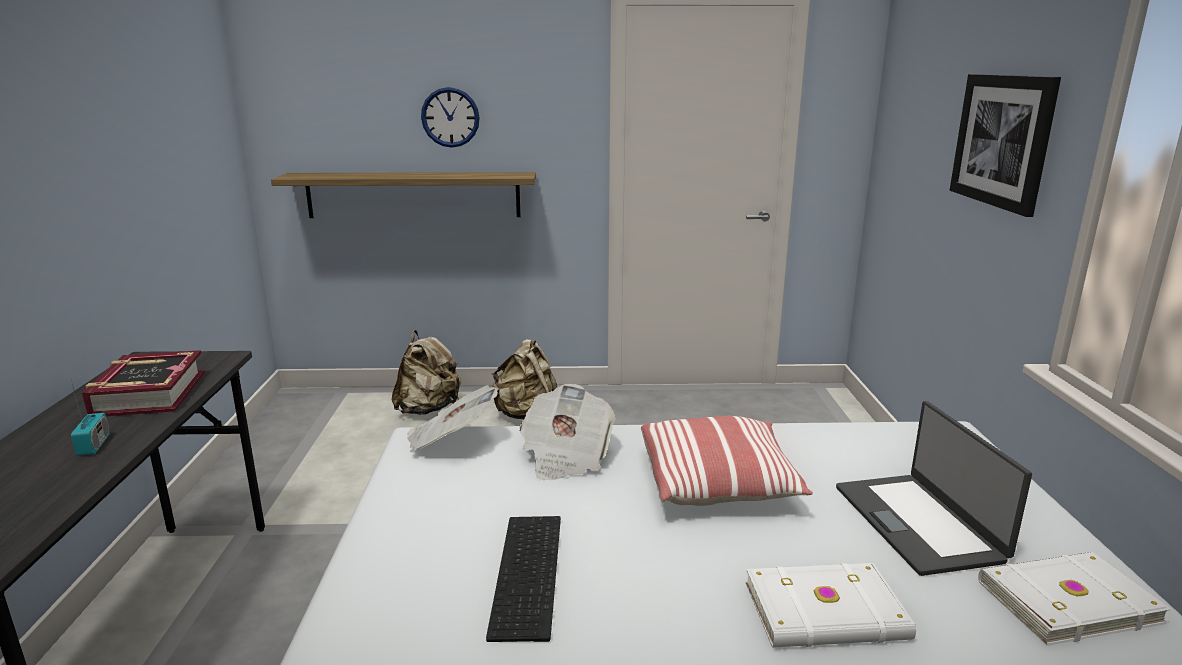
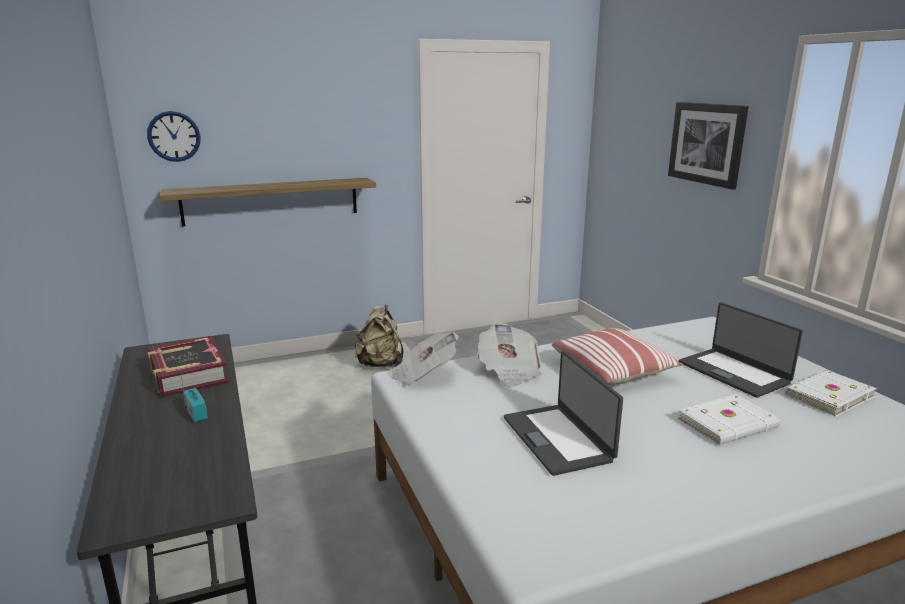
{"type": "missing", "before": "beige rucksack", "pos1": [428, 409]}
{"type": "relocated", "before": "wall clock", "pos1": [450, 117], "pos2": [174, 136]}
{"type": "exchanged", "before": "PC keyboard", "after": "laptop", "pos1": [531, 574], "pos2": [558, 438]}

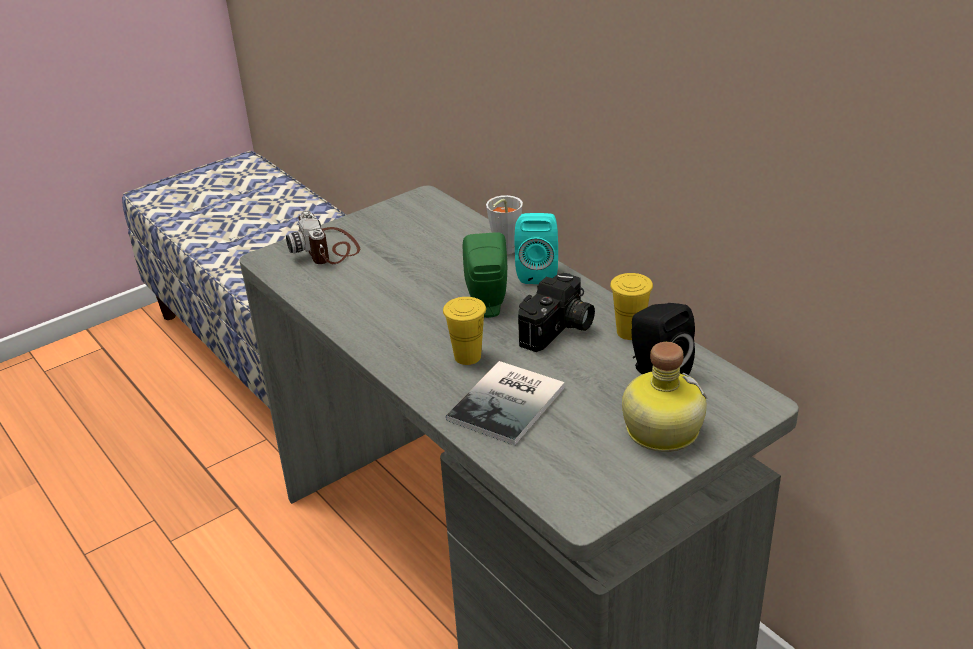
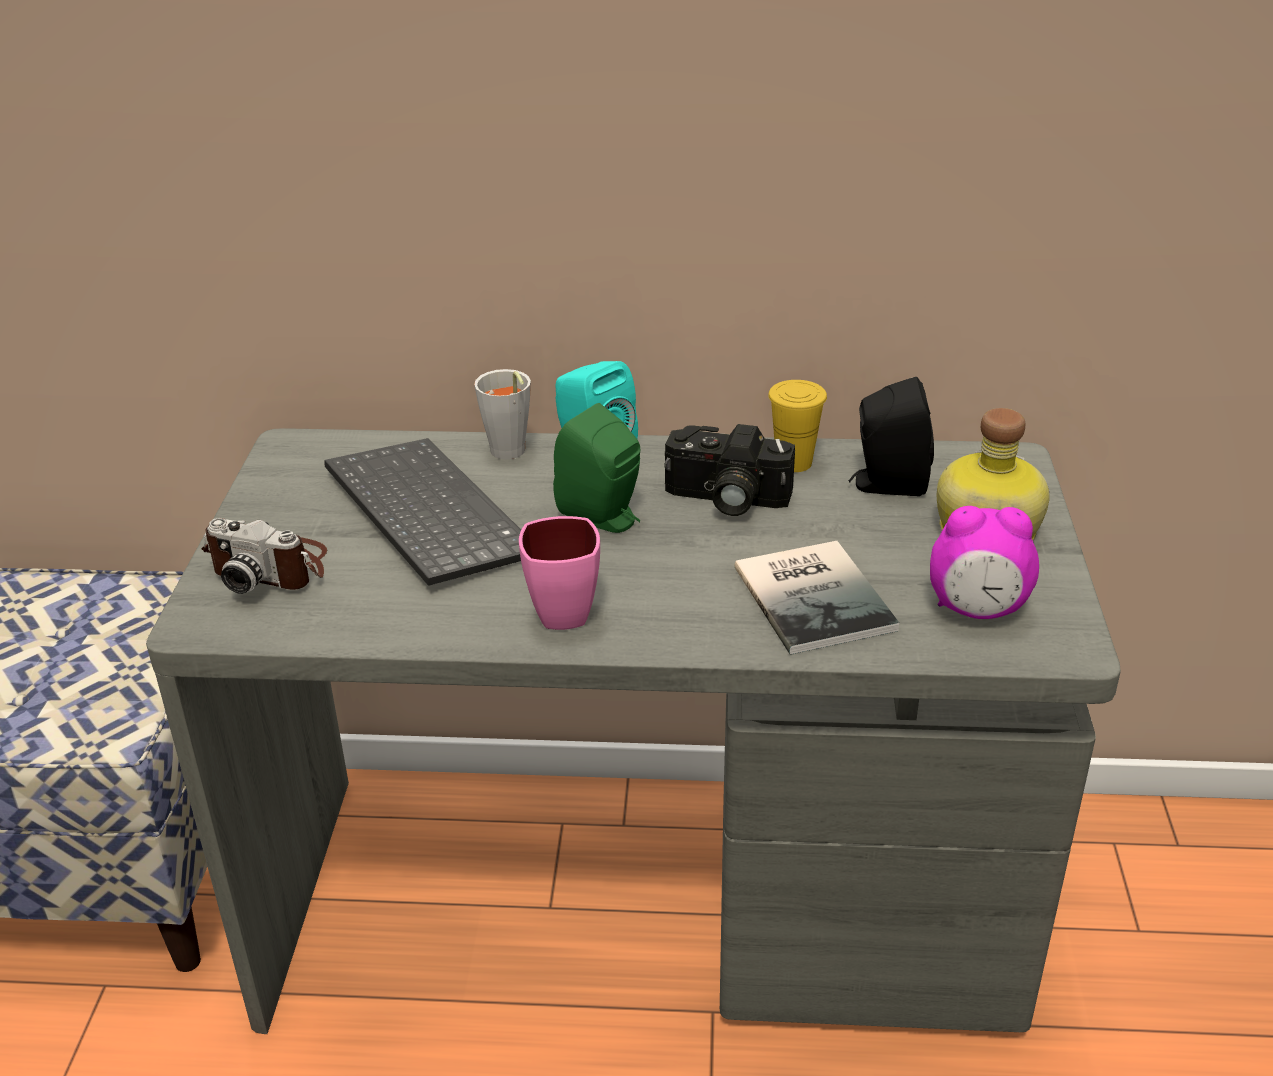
{"type": "missing", "before": "yellow-coloured cup", "pos1": [467, 357]}
{"type": "spun", "before": "still camera", "pos1": [559, 330], "pos2": [725, 499], "turn": 120}
{"type": "appeared", "after": "PC keyboard", "pos2": [422, 514]}
{"type": "appeared", "after": "pink-coloured coffee mug", "pos2": [562, 606]}
{"type": "appeared", "after": "alarm clock", "pos2": [977, 610]}

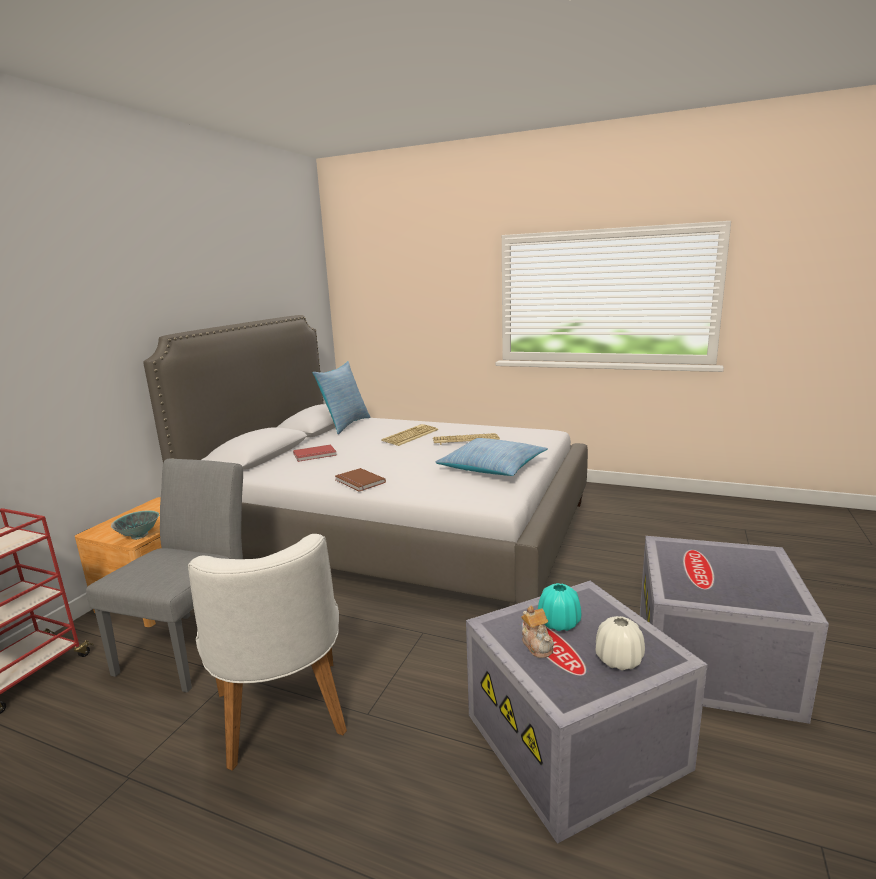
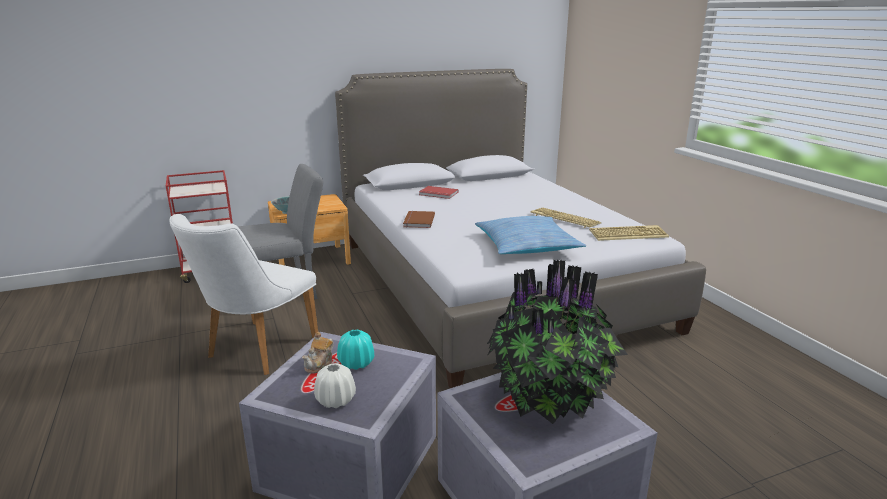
{"type": "missing", "before": "throw pillow", "pos1": [345, 425]}
{"type": "relocated", "before": "PC keyboard", "pos1": [410, 435], "pos2": [628, 234]}
{"type": "appeared", "after": "potted plant", "pos2": [550, 398]}

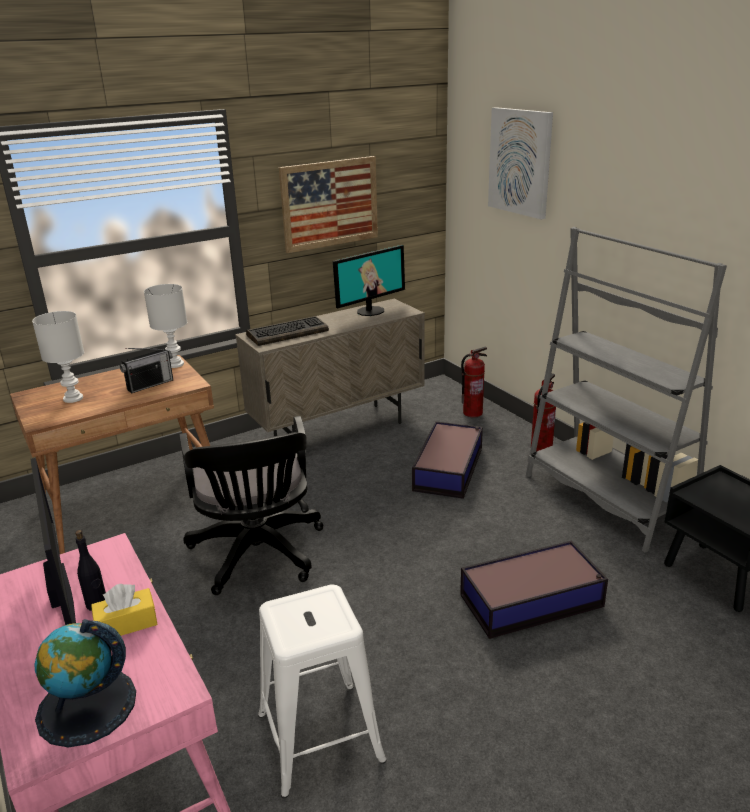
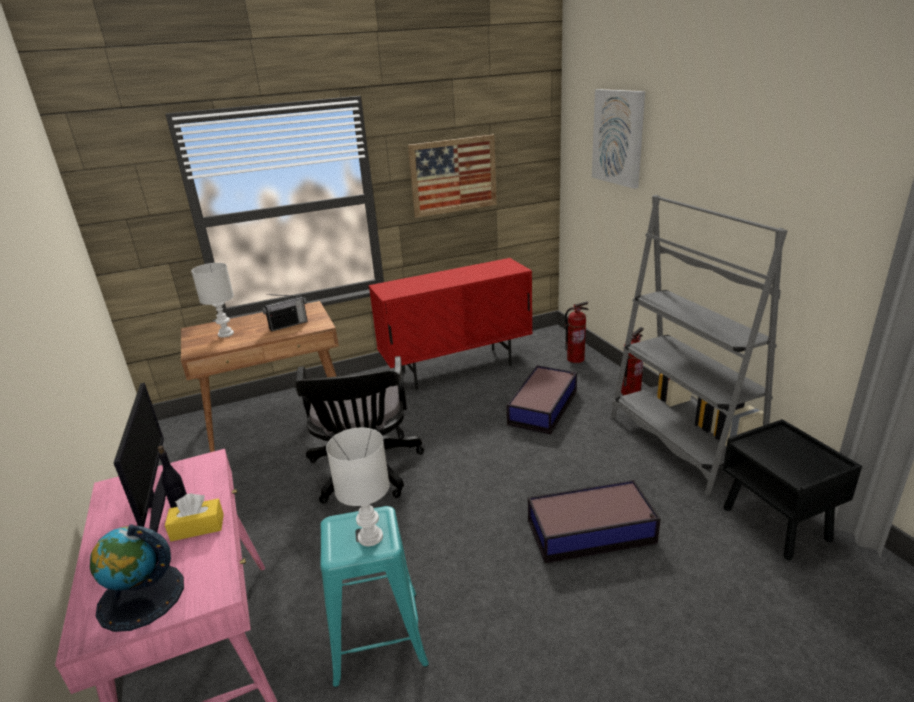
{"type": "relocated", "before": "white-coloured tabletop lamp", "pos1": [174, 364], "pos2": [369, 537]}
{"type": "colour", "before": "beige cupboard", "after": "reddish cupboard", "pos1": [339, 429], "pos2": [457, 368]}
{"type": "missing", "before": "PC keyboard", "pos1": [288, 332]}
{"type": "colour", "before": "white-coloured stool seat", "after": "turquoise stool seat", "pos1": [320, 737], "pos2": [377, 637]}
{"type": "missing", "before": "computer screen", "pos1": [370, 311]}

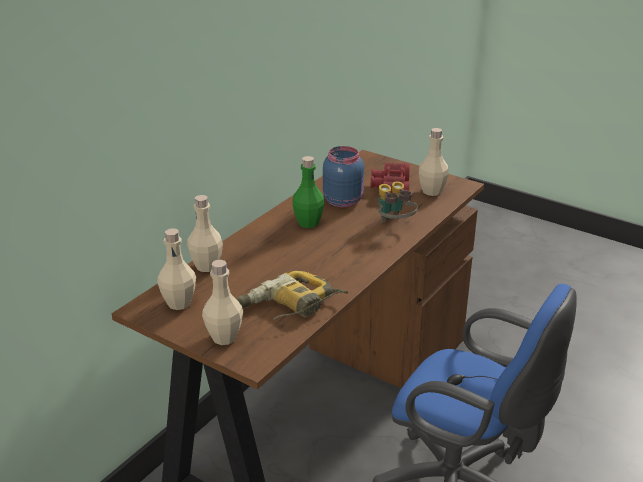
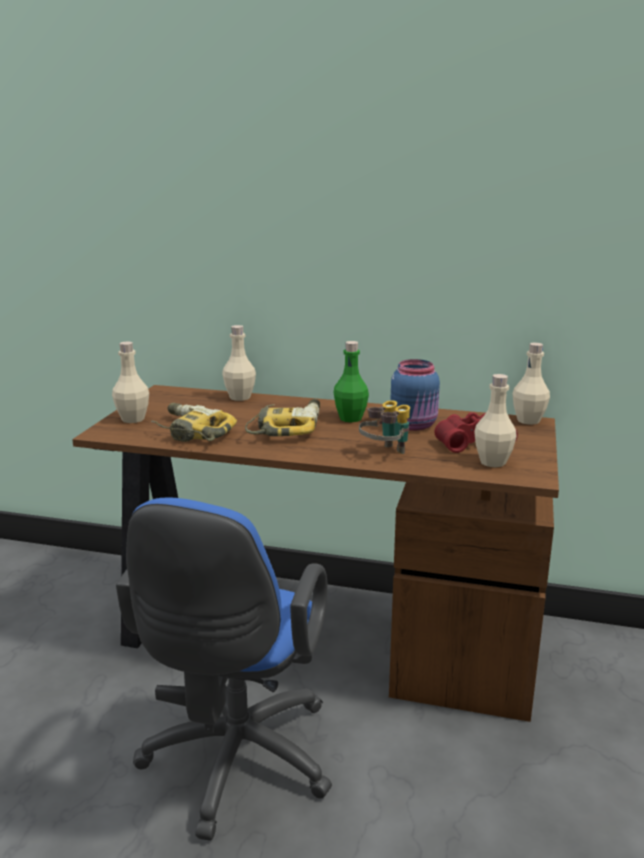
{"type": "relocated", "before": "beige beverage bottle", "pos1": [179, 303], "pos2": [528, 420]}
{"type": "appeared", "after": "power drill", "pos2": [286, 427]}

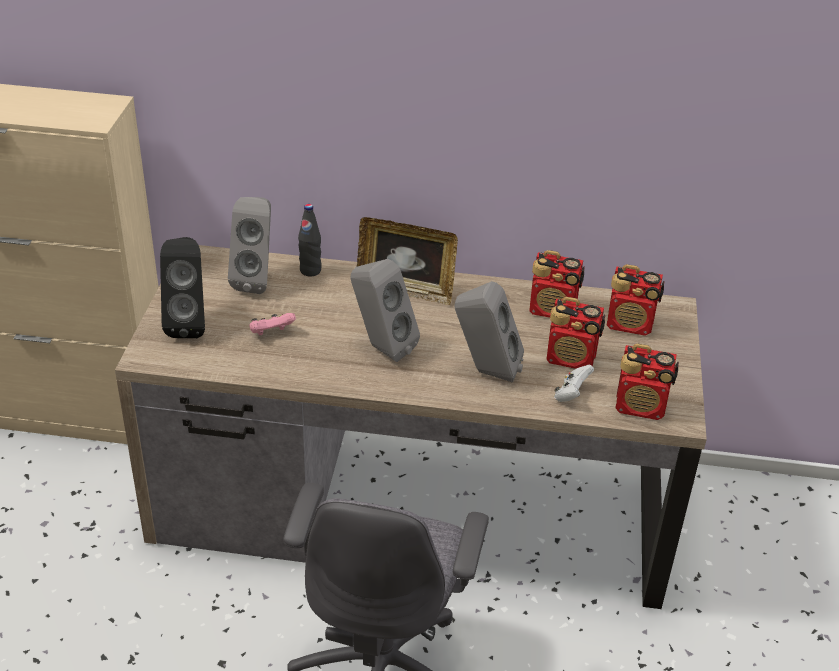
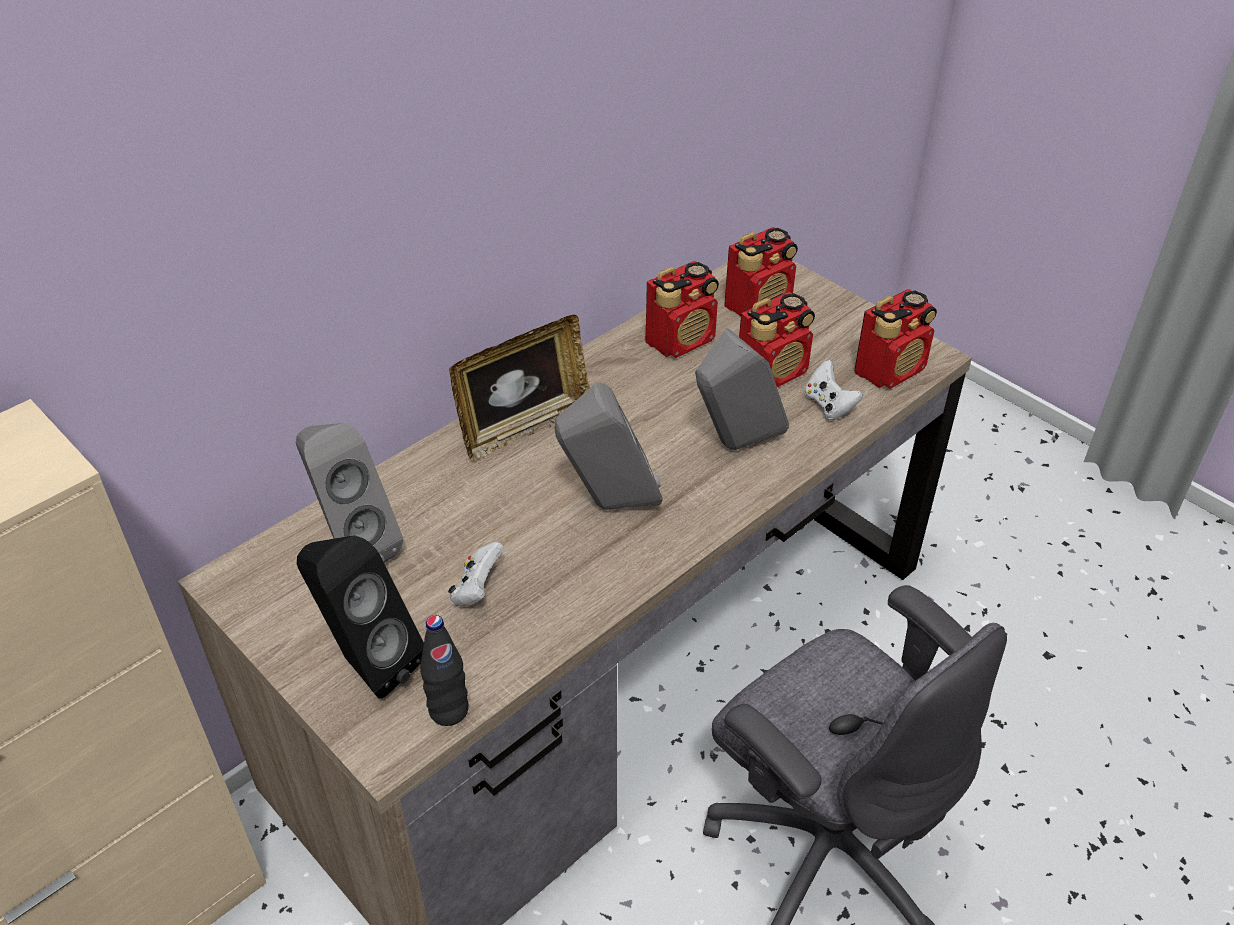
{"type": "colour", "before": "pink-coloured joypad", "after": "white-coloured joypad", "pos1": [271, 333], "pos2": [477, 589]}
{"type": "relocated", "before": "blackish beverage bottle", "pos1": [310, 270], "pos2": [449, 710]}

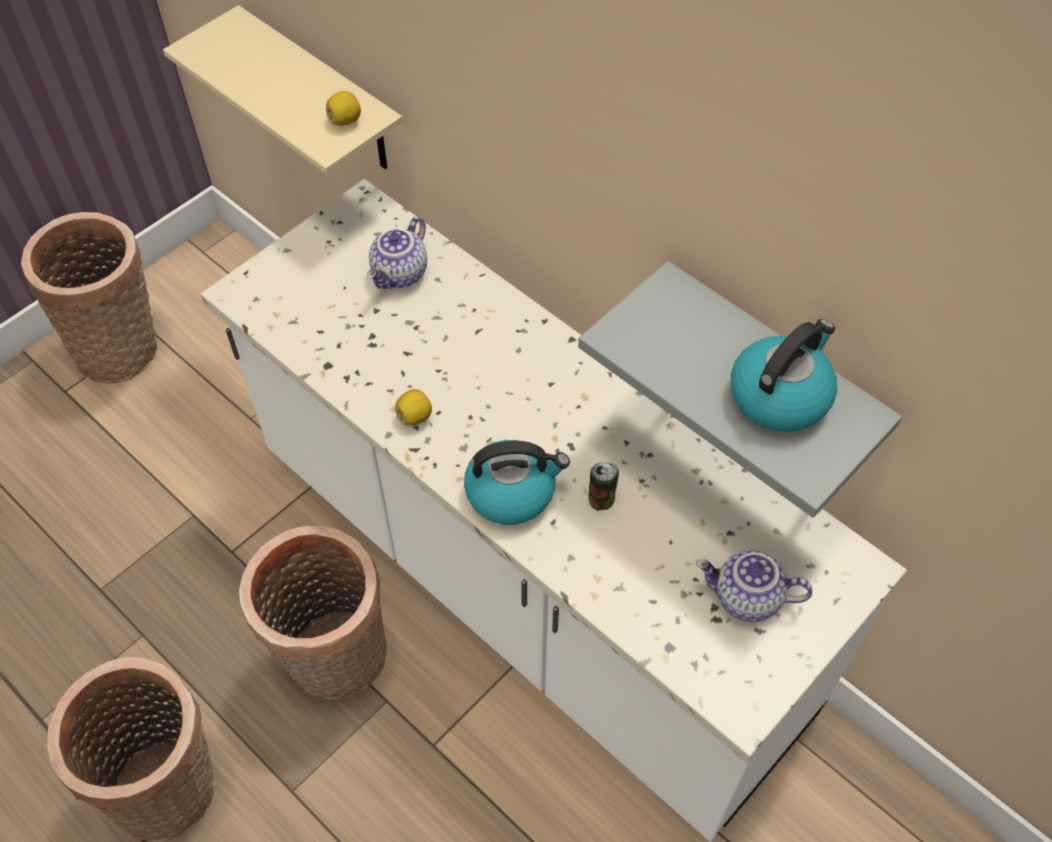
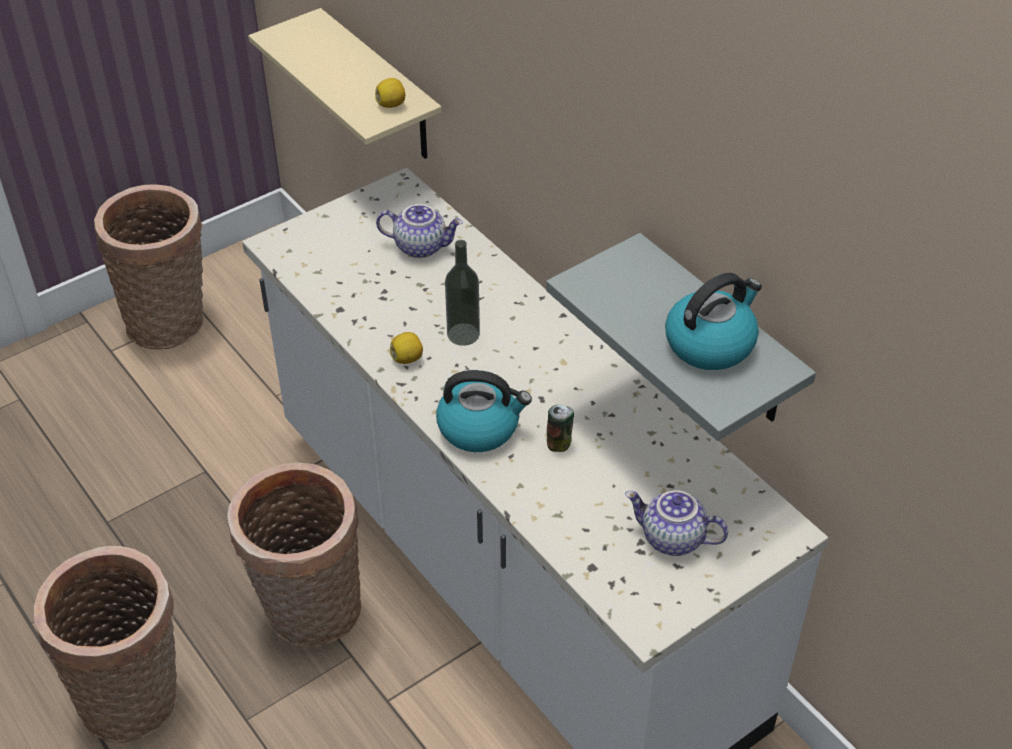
{"type": "spun", "before": "pot for tea", "pos1": [401, 274], "pos2": [421, 246], "turn": -120}
{"type": "appeared", "after": "beverage bottle", "pos2": [463, 334]}

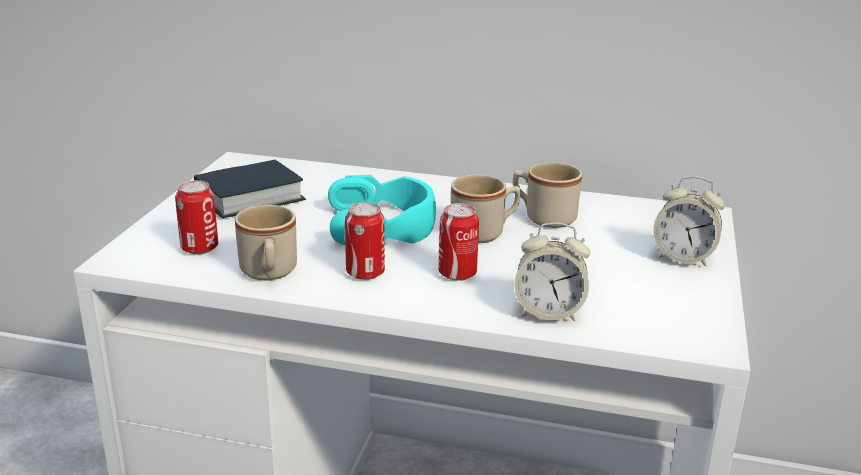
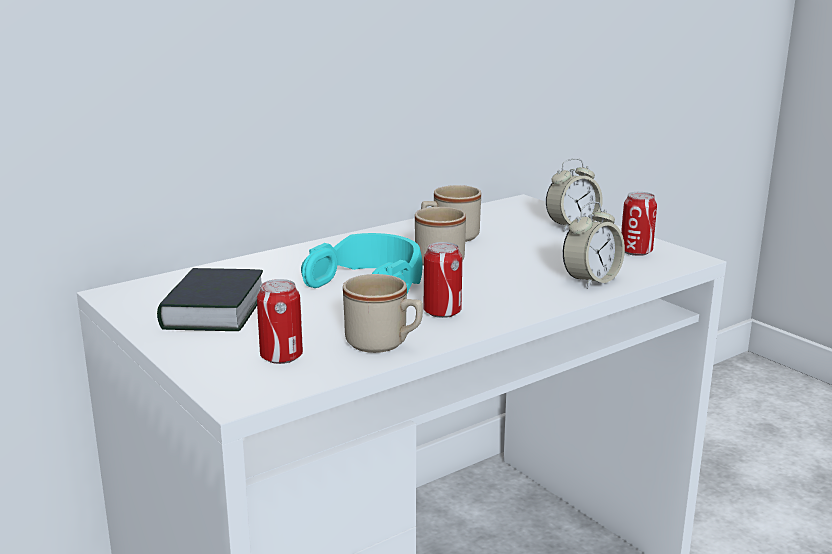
{"type": "relocated", "before": "metal can", "pos1": [457, 273], "pos2": [636, 251]}

